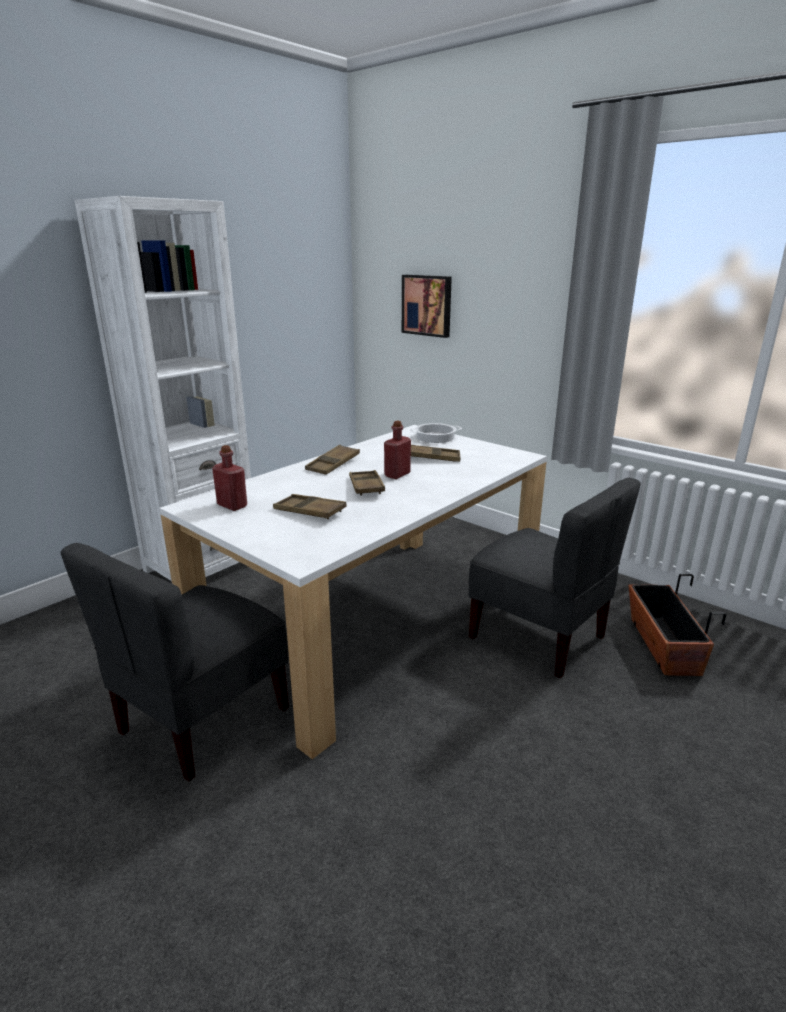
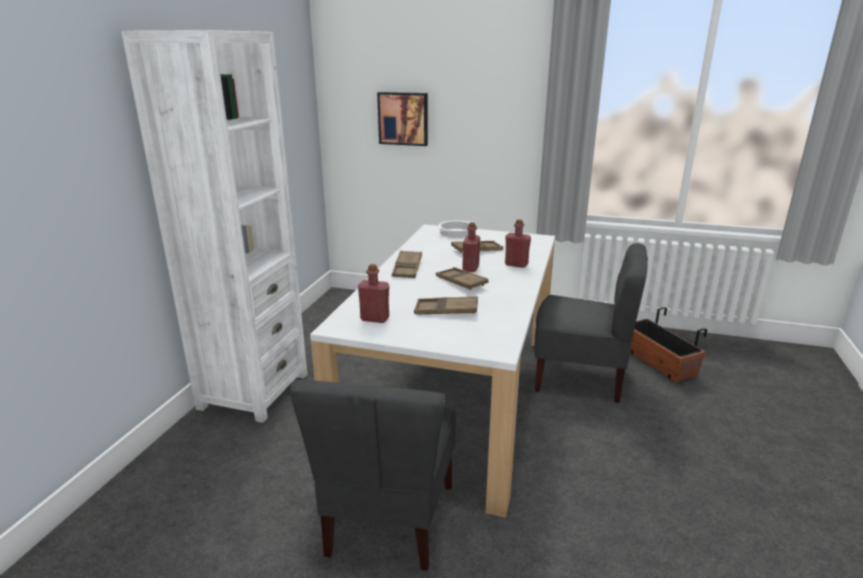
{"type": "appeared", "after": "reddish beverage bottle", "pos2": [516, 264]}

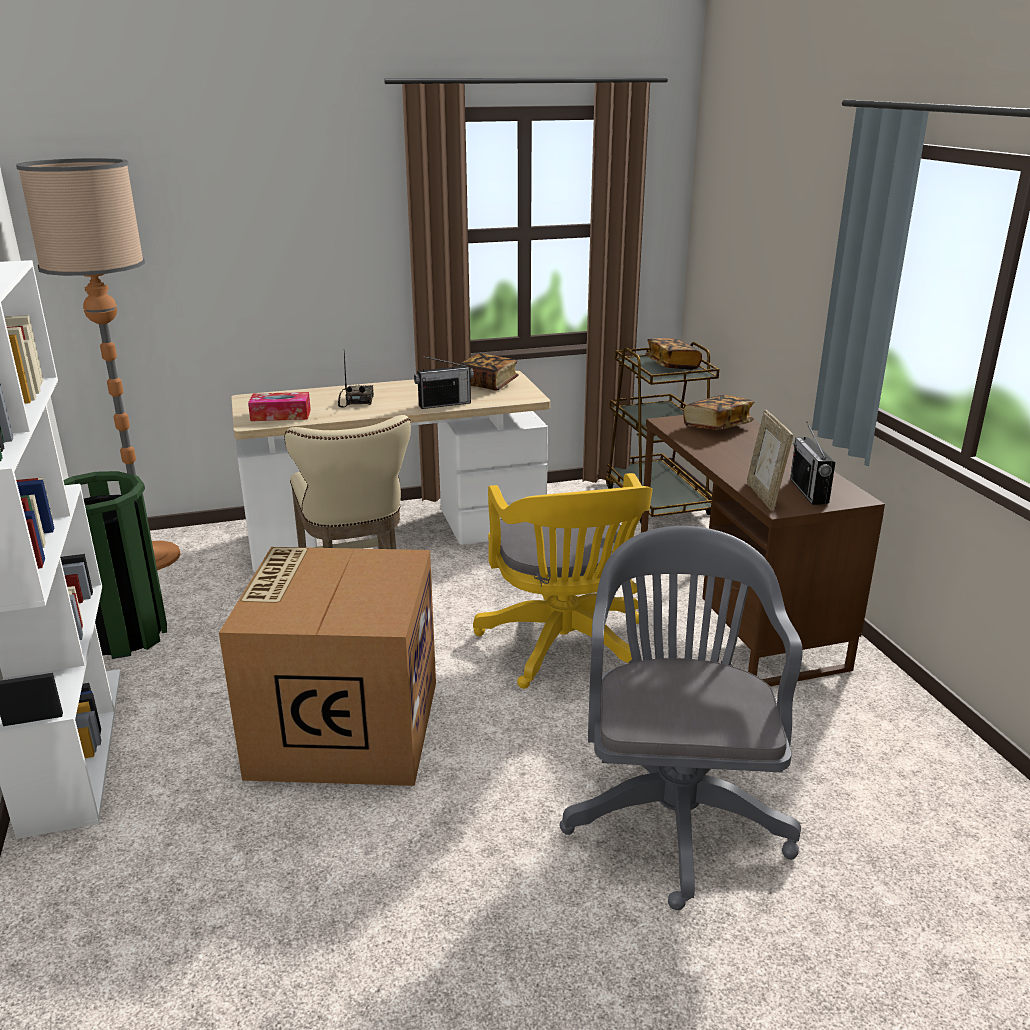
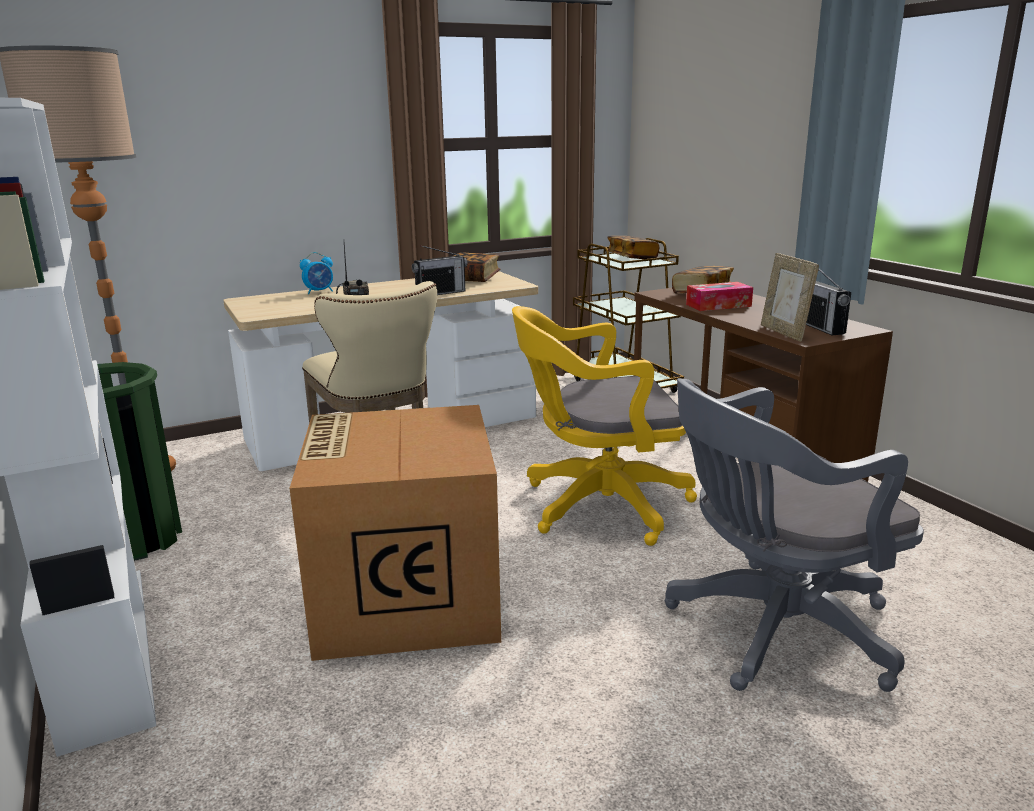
{"type": "relocated", "before": "tissue box", "pos1": [281, 415], "pos2": [718, 305]}
{"type": "spun", "before": "yellow-coloured office chair", "pos1": [565, 648], "pos2": [597, 506], "turn": 105}
{"type": "spun", "before": "grey office chair", "pos1": [675, 810], "pos2": [772, 631], "turn": -105}
{"type": "appeared", "after": "alarm clock", "pos2": [319, 292]}

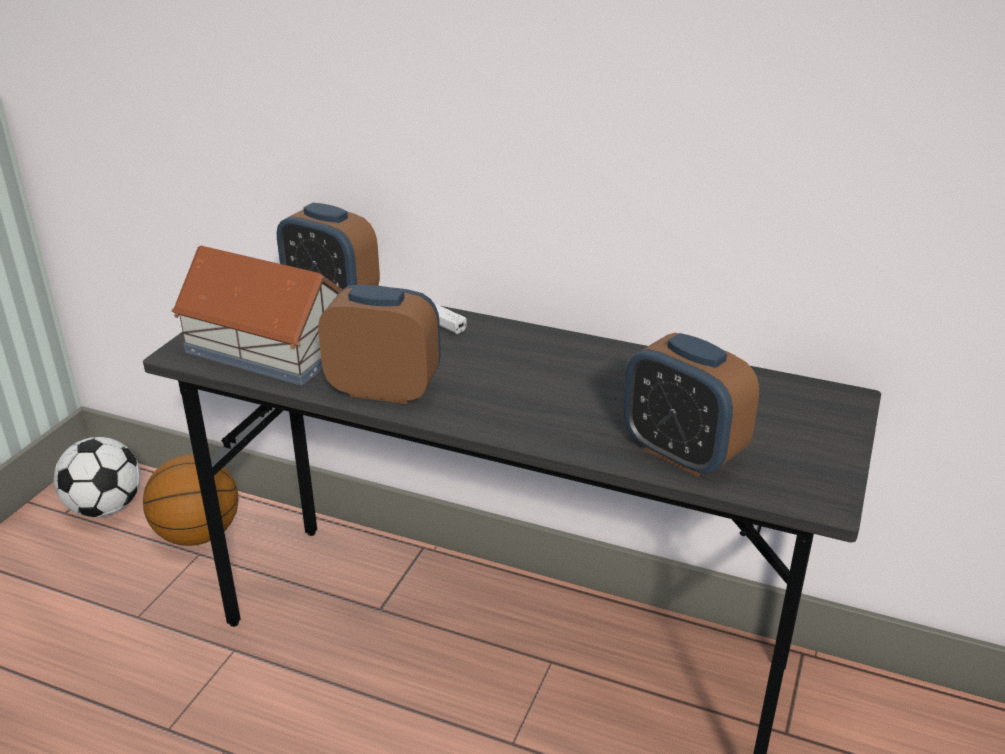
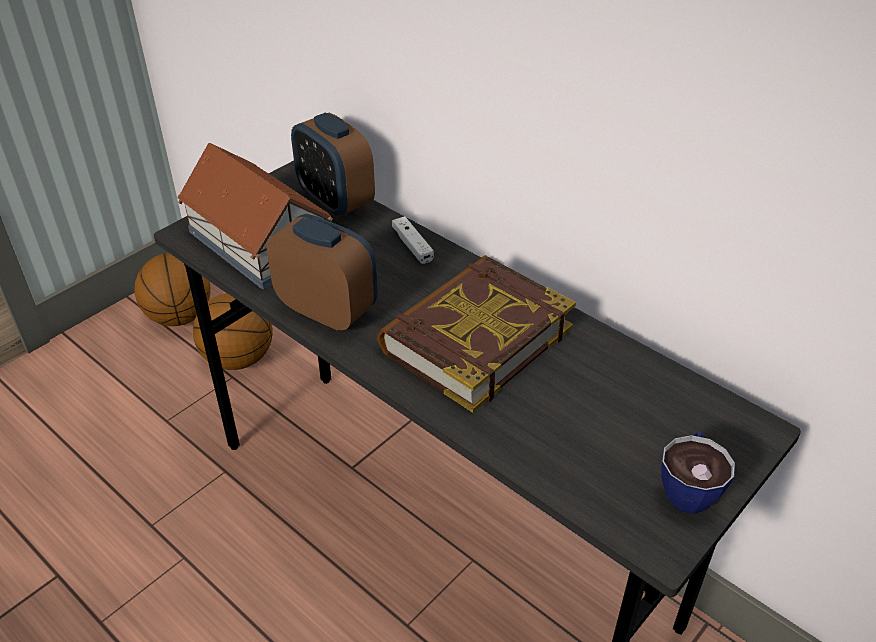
{"type": "exchanged", "before": "ball for football", "after": "basketball", "pos1": [105, 508], "pos2": [180, 316]}
{"type": "missing", "before": "alarm clock", "pos1": [682, 453]}
{"type": "appeared", "after": "book", "pos2": [475, 339]}
{"type": "appeared", "after": "cup", "pos2": [689, 486]}

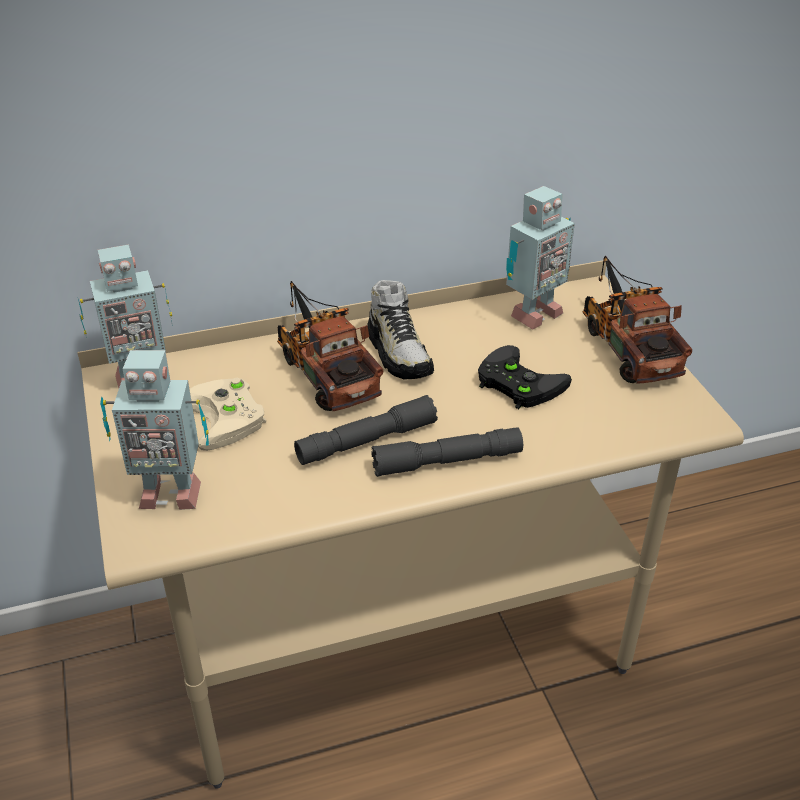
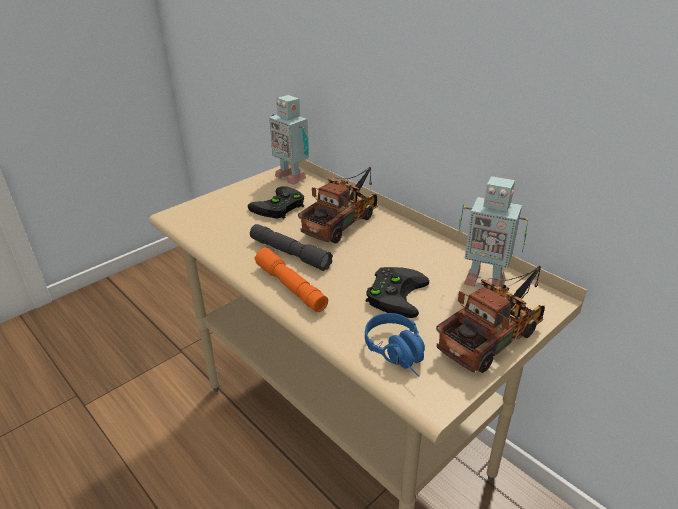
{"type": "missing", "before": "robot figure", "pos1": [169, 492]}
{"type": "colour", "before": "beige joypad", "after": "blackish joypad", "pos1": [227, 418], "pos2": [278, 207]}
{"type": "missing", "before": "shoe", "pos1": [399, 353]}
{"type": "colour", "before": "grey hand torch", "after": "orangey hand torch", "pos1": [447, 461], "pos2": [290, 287]}
{"type": "appeared", "after": "blue pair of headphones", "pos2": [400, 355]}

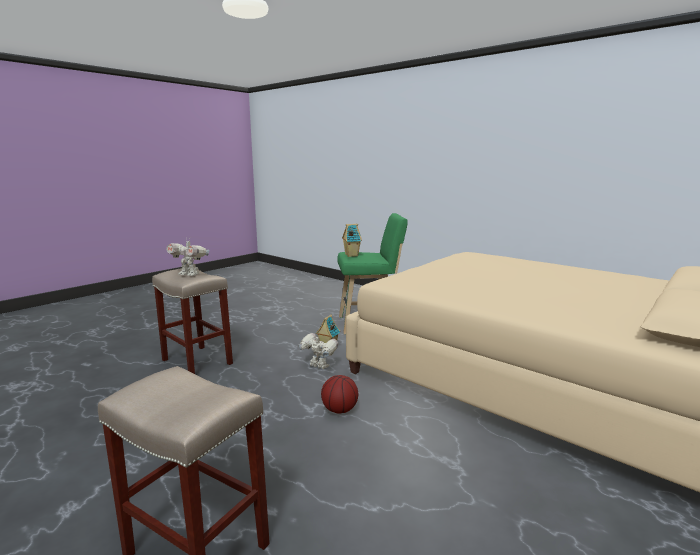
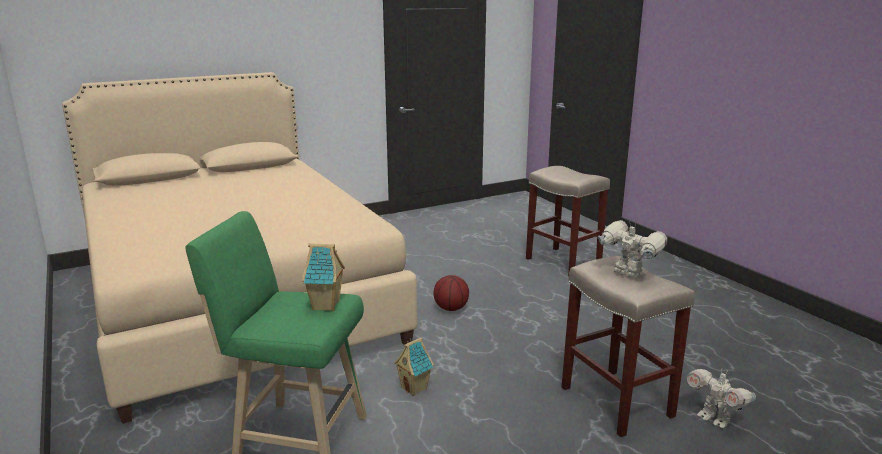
{"type": "relocated", "before": "robot figure", "pos1": [318, 366], "pos2": [714, 419]}

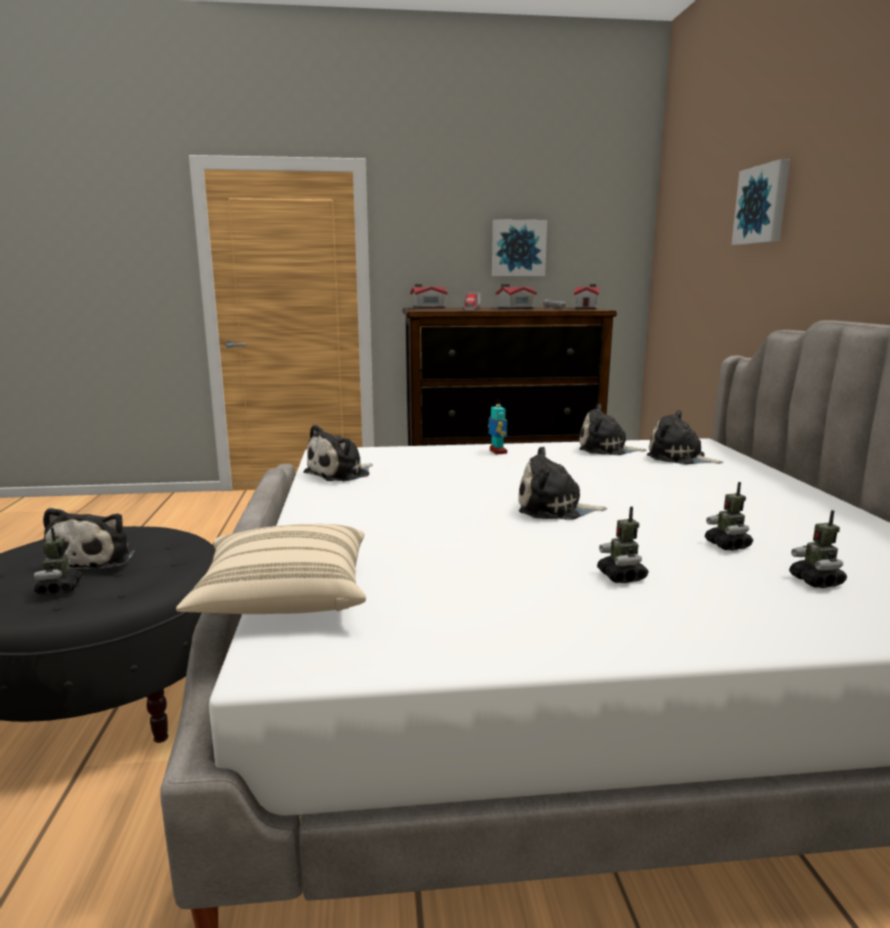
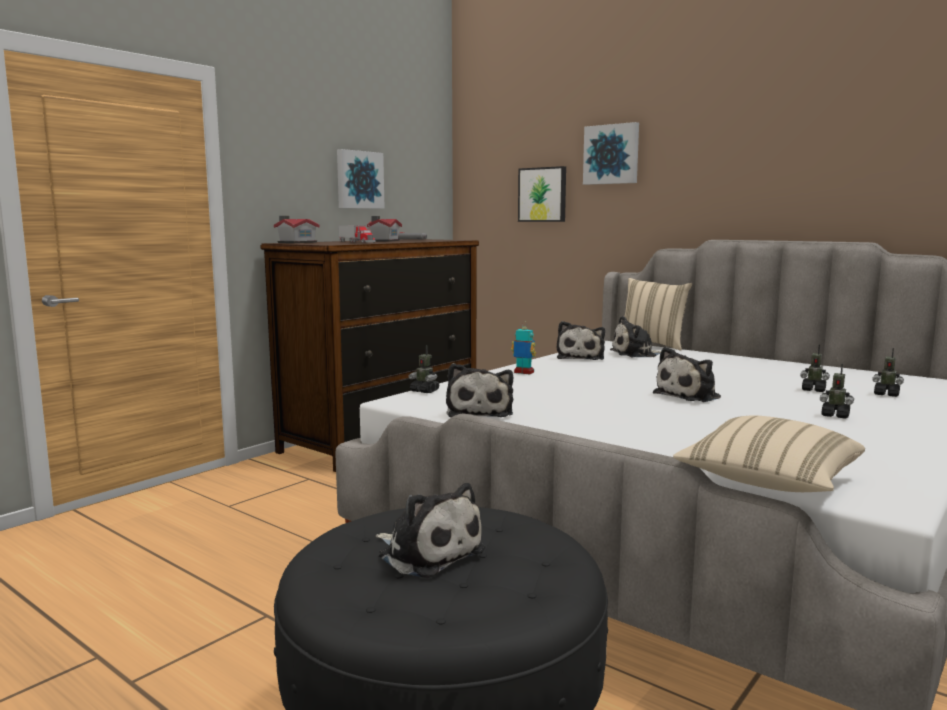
{"type": "relocated", "before": "robot figure", "pos1": [59, 589], "pos2": [424, 391]}
{"type": "missing", "before": "toy house", "pos1": [587, 308]}
{"type": "spun", "before": "soft toy", "pos1": [606, 449], "pos2": [581, 357], "turn": -45}
{"type": "appeared", "after": "picture", "pos2": [543, 194]}
{"type": "appeared", "after": "beige throw pillow", "pos2": [652, 345]}

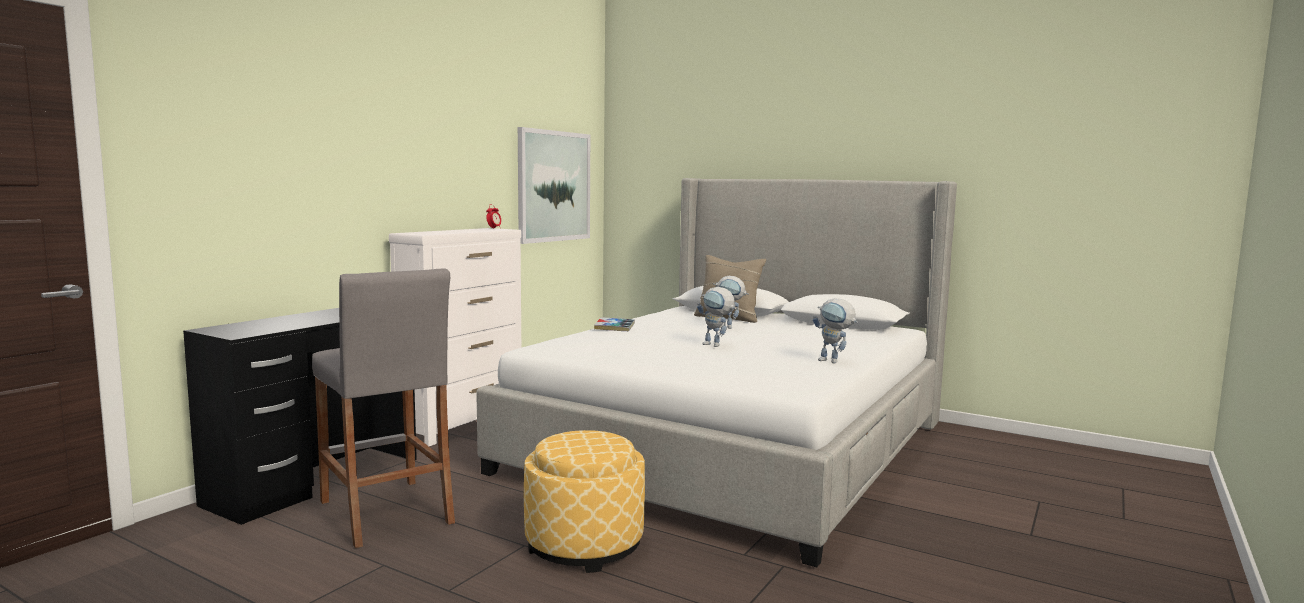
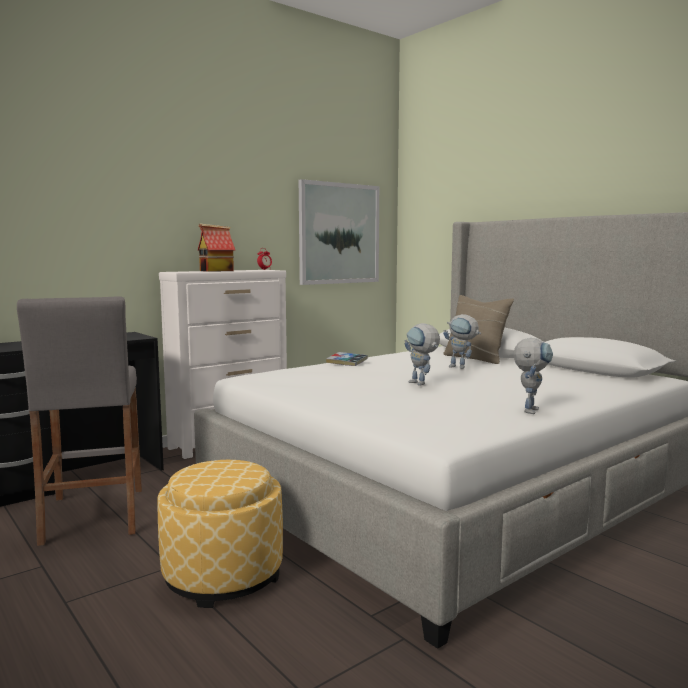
{"type": "spun", "before": "robot figure", "pos1": [834, 361], "pos2": [530, 409], "turn": -120}
{"type": "appeared", "after": "toy house", "pos2": [216, 271]}

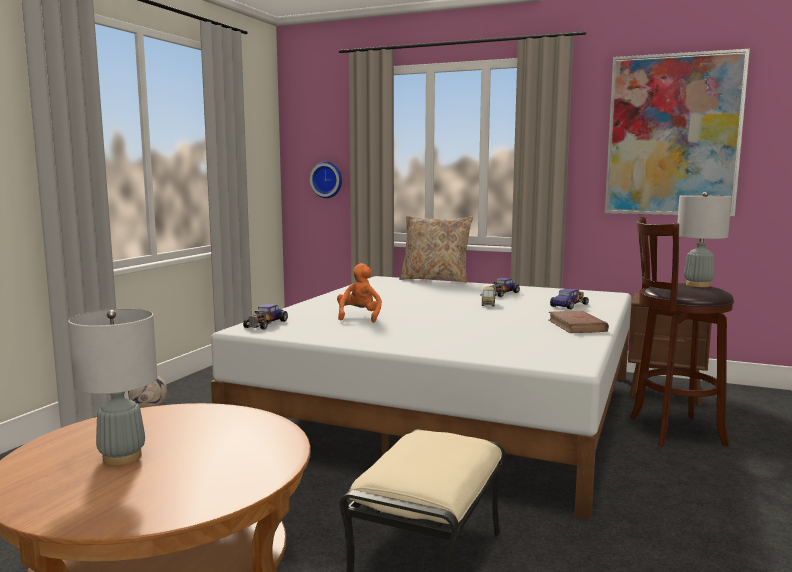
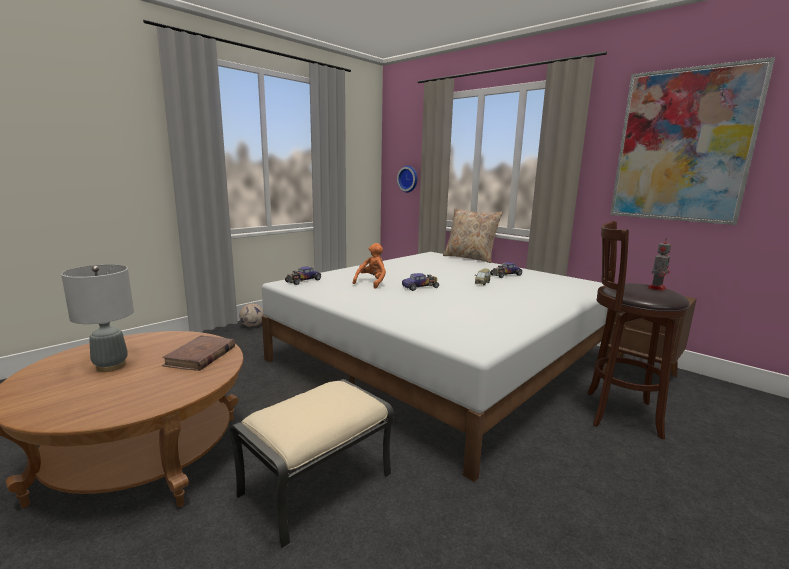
{"type": "relocated", "before": "brownish book", "pos1": [577, 326], "pos2": [200, 356]}
{"type": "relocated", "before": "toy car", "pos1": [569, 305], "pos2": [420, 287]}
{"type": "exchanged", "before": "grey tabletop lamp", "after": "robot figure", "pos1": [697, 285], "pos2": [656, 288]}

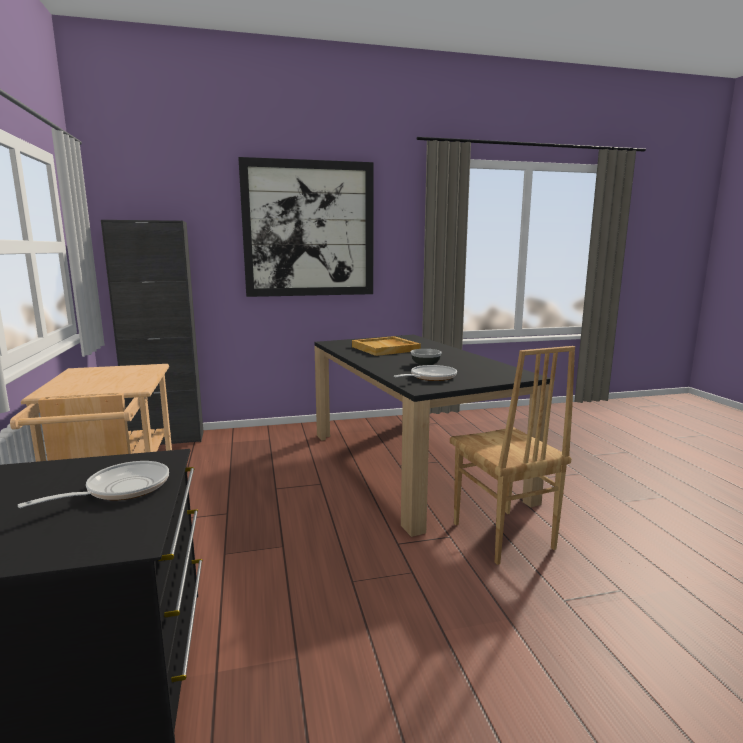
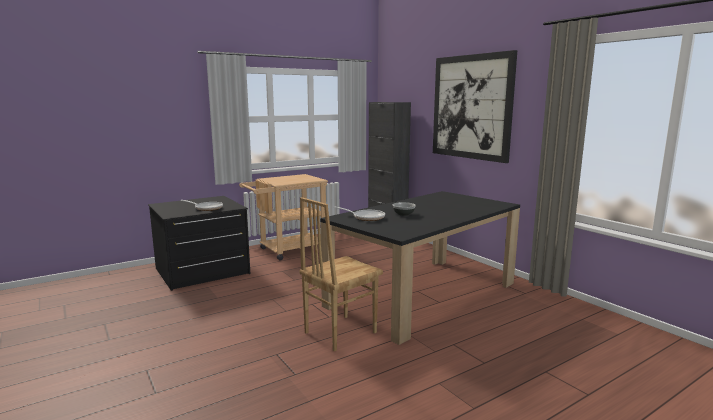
{"type": "missing", "before": "beige serving tray", "pos1": [386, 348]}

